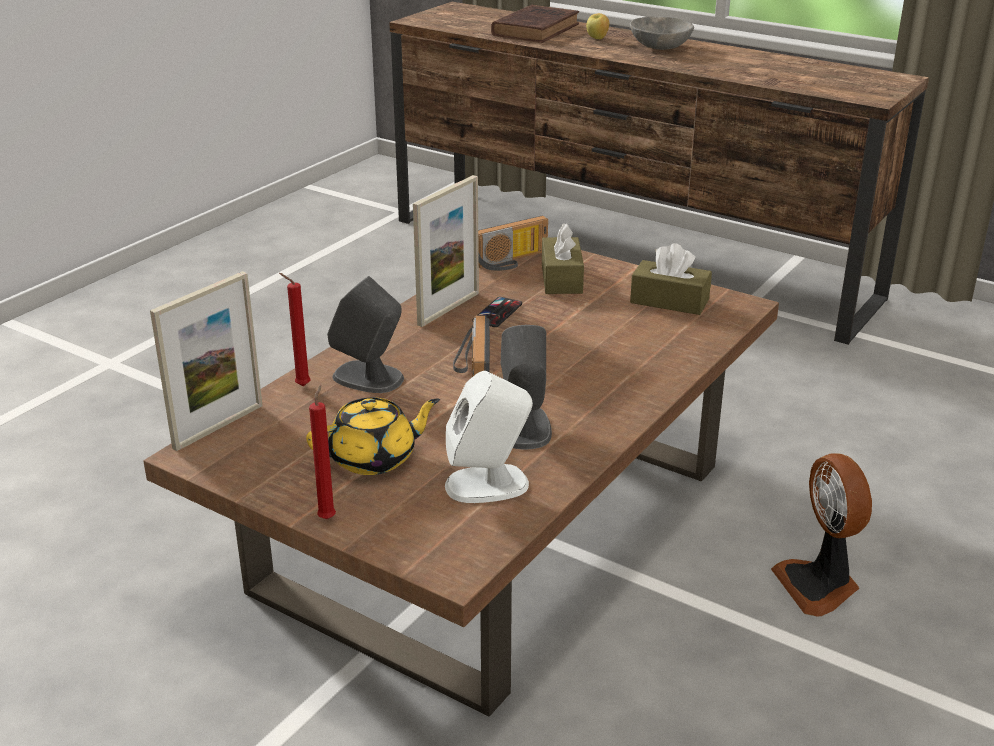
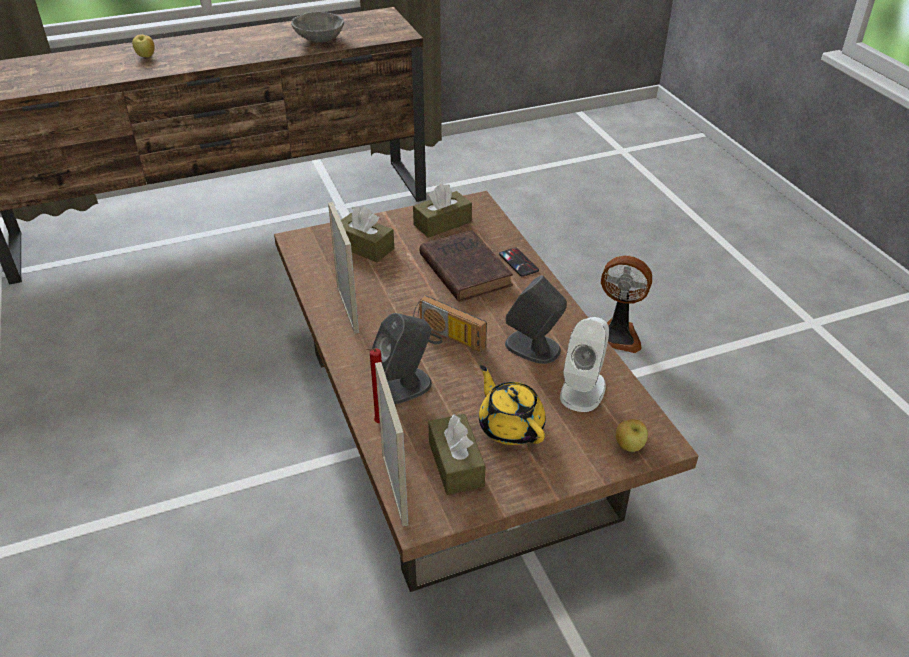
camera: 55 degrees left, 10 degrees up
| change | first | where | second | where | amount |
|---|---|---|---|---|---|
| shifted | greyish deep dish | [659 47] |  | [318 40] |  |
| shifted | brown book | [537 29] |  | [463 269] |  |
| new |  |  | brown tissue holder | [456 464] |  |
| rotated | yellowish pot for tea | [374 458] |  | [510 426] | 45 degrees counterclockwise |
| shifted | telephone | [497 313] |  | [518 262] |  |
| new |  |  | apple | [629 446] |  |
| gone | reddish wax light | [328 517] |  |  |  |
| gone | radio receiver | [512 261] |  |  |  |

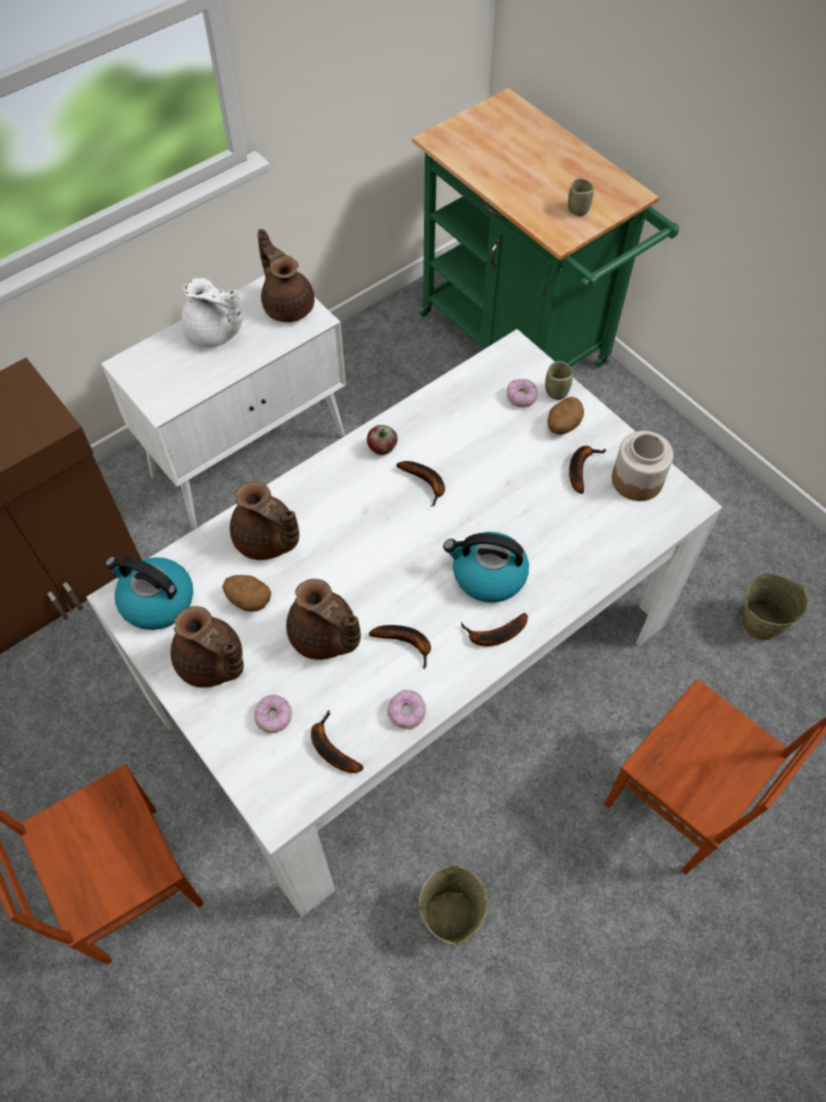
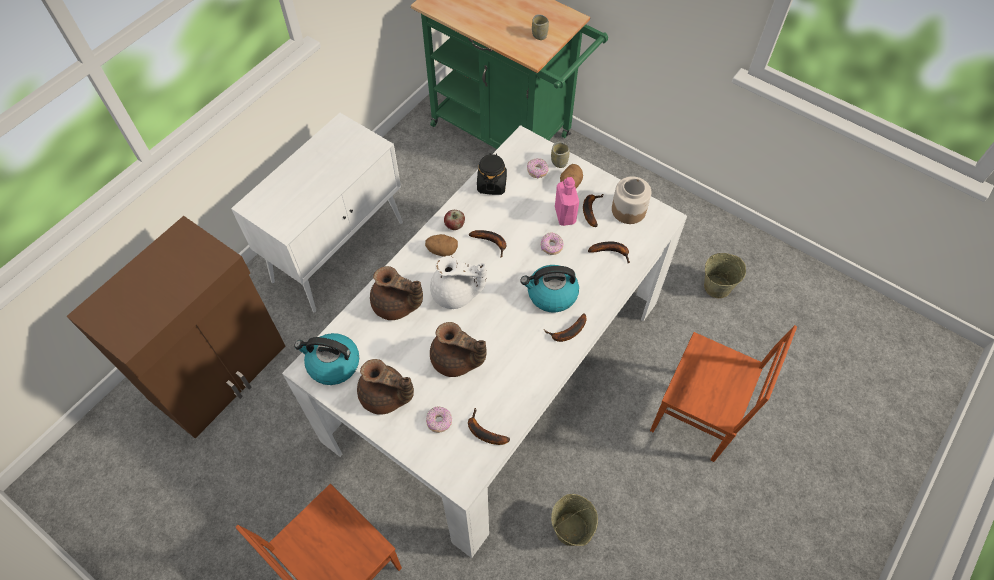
camera: 15 degrees left, 0 degrees up
| change | first | where | second | where | amount |
|---|---|---|---|---|---|
| shifted | potato | [248 599] |  | [442 250] |  |
| shifted | whitish pot for tea | [214 334] |  | [456 294] |  |
| new |  |  | black preserve jar | [491 184] |  |
| shifted | donut | [406 713] |  | [551 247] |  |
| new |  |  | pinkish drink bottle | [565 215] |  |
| shifted | whole banana | [407 643] |  | [611 251] |  |
| gone | brown pot for tea | [288 305] |  |  |  |

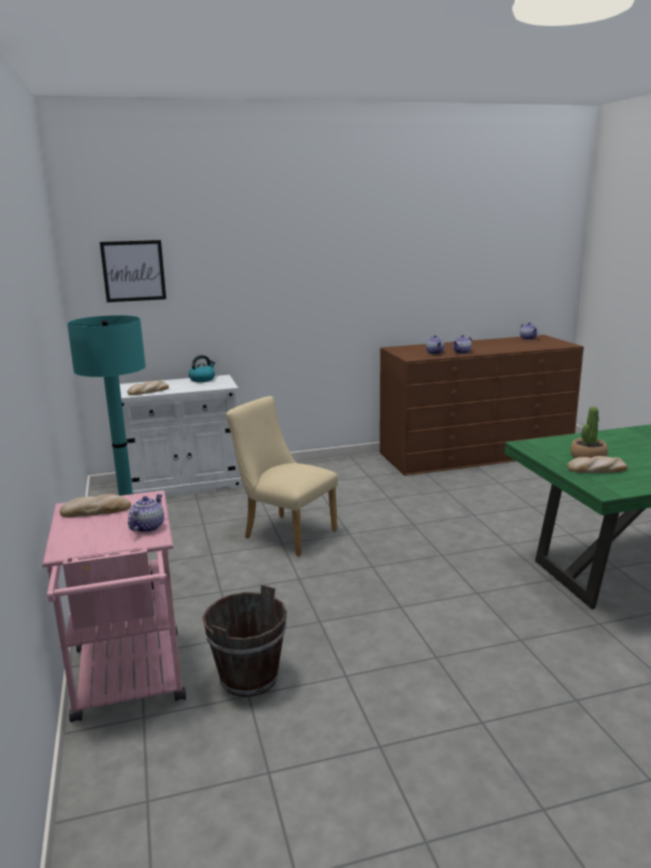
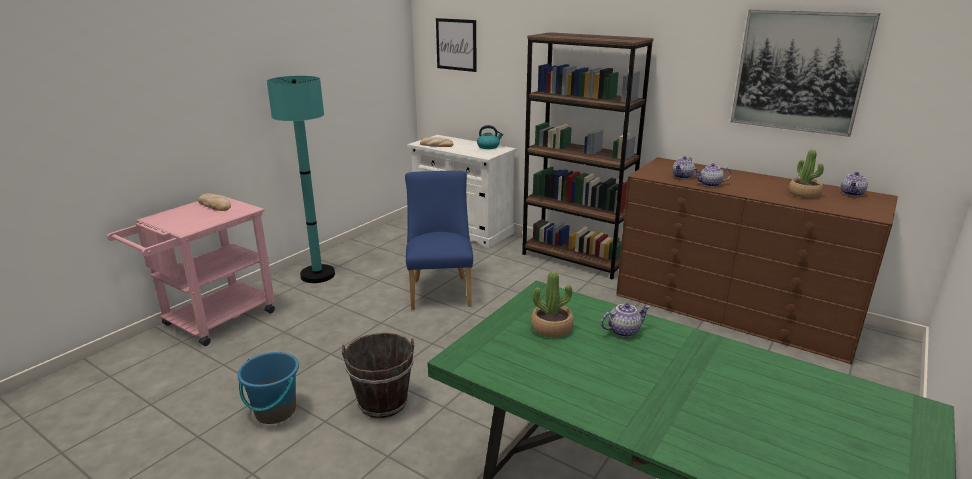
camera: 50 degrees right, 5 degrees up
| change | first | where | second | where | amount |
|---|---|---|---|---|---|
| new |  |  | bluish water bucket | [275 412] |  |
| shifted | brown water bucket | [249 678] |  | [383 402] |  |
| repainted | beige-coloured chair | [284 533] | bluish chair | [440 290] |  |
| new |  |  | brown shelving unit | [575 259] |  |
| shifted | pot for tea | [147 527] |  | [623 331] |  |
| new |  |  | wall art | [799 71] |  |
| new |  |  | houseplant | [804 194] |  |
| gone | bread | [596 469] |  |  |  |

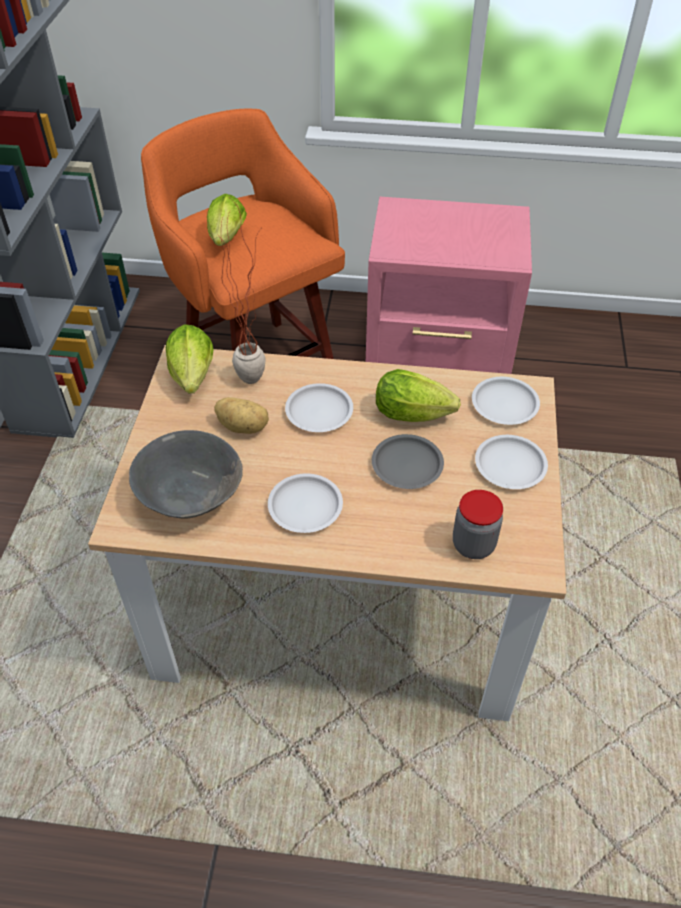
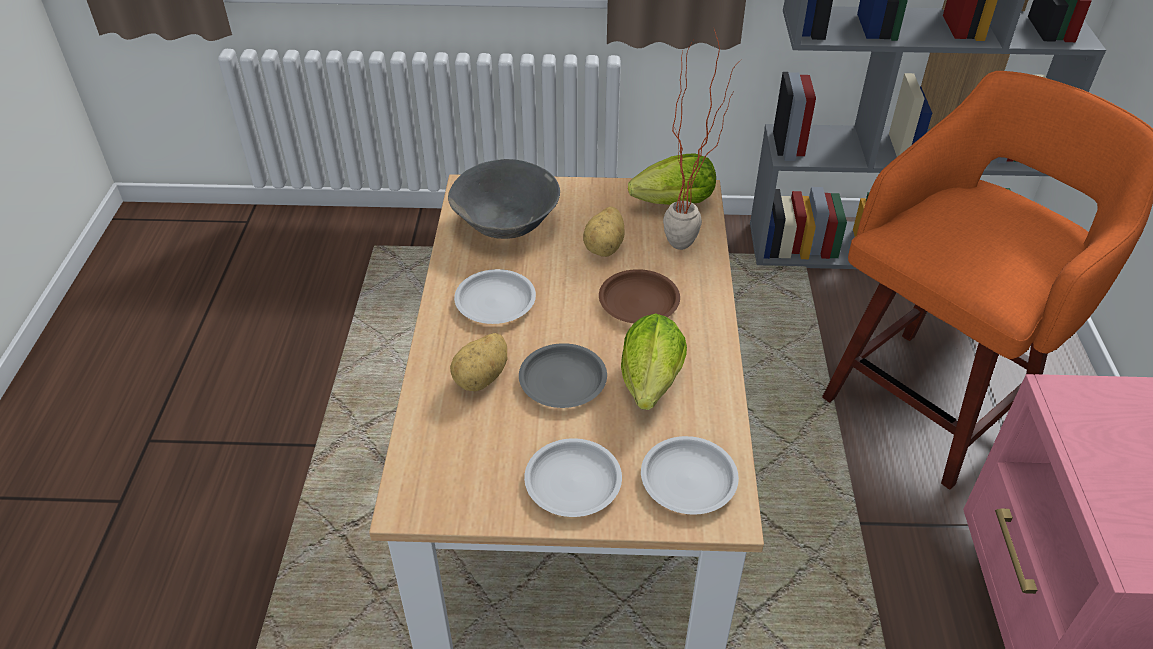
camera: 85 degrees right, 5 degrees down
| change | first | where | second | where | amount |
|---|---|---|---|---|---|
| new |  |  | potato | [482 378] |  |
| repainted | whitish flat dish | [319 411] | brown flat dish | [639 301] |  |
| gone | lettuce | [226 239] |  |  |  |
| gone | preserve jar | [473 545] |  |  |  |

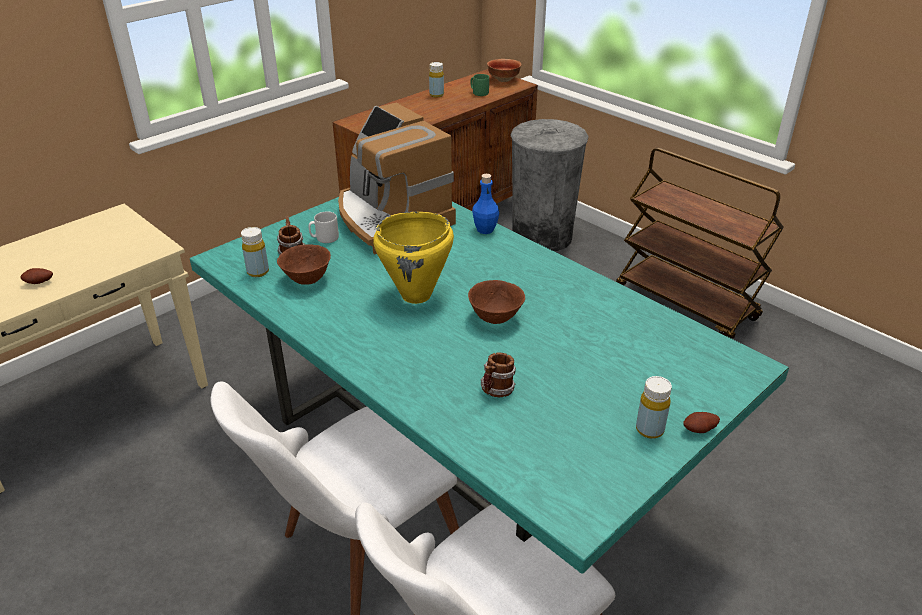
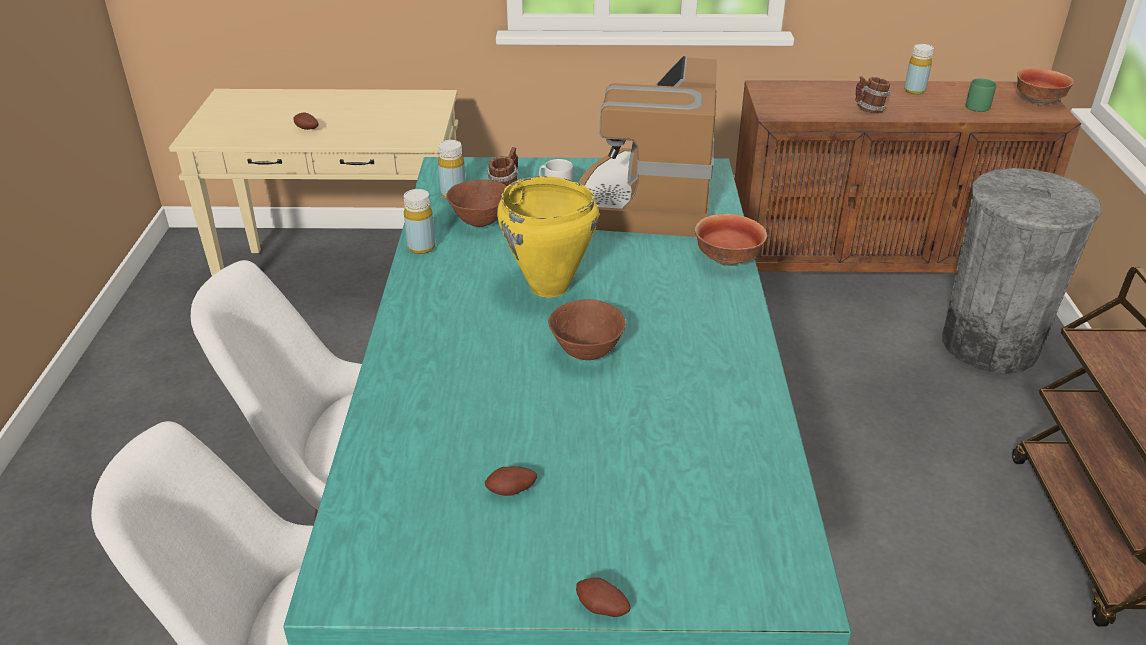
camera: 45 degrees right, 0 degrees up
| change | first | where | second | where | amount |
|---|---|---|---|---|---|
| shifted | yellowish drink bottle | [649 430] |  | [421 247] |  |
| new |  |  | potato | [511 492] |  |
| swapped | bluish drink bottle | [485 230] | deep dish | [728 259] |  |
| shifted | coffee mug | [496 391] |  | [868 110] |  |

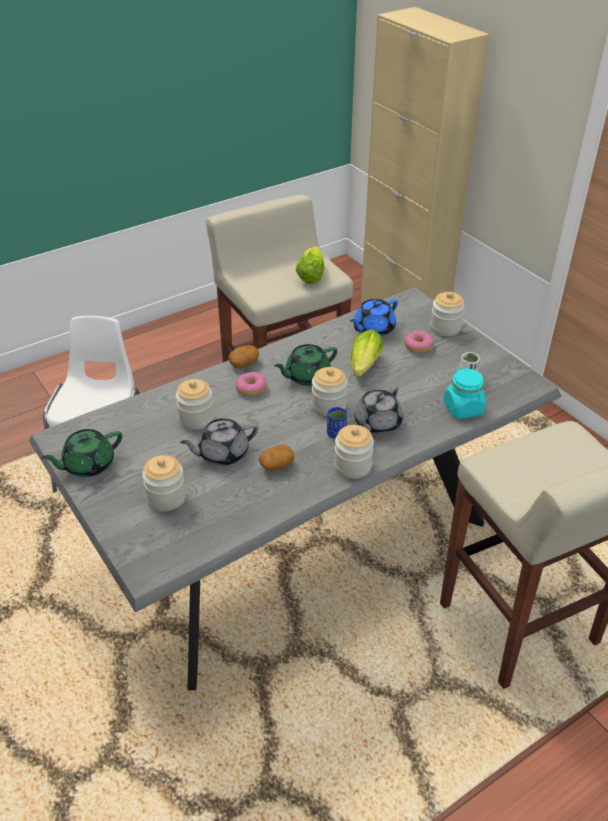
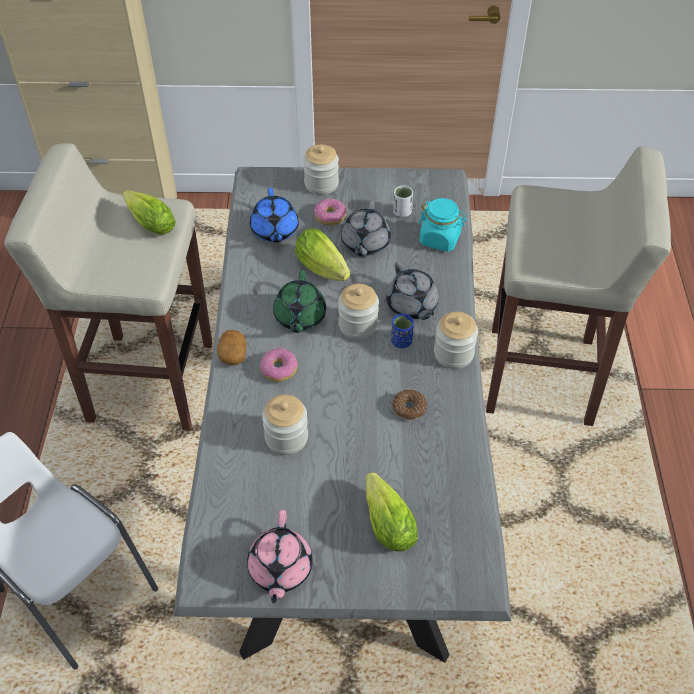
camera: 55 degrees left, 10 degrees up
| change | first | where | second | where | amount |
|---|---|---|---|---|---|
| repainted | green-coloured pot for tea | [88 465] | pinkish pot for tea | [280 569] |  |
| shifted | greyish pot for tea | [222 453] |  | [365 244] |  |
| swapped | preserve jar | [166 498] | lettuce | [386 520] |  |
| swapped | potato | [276 465] | donut | [409 408] |  |

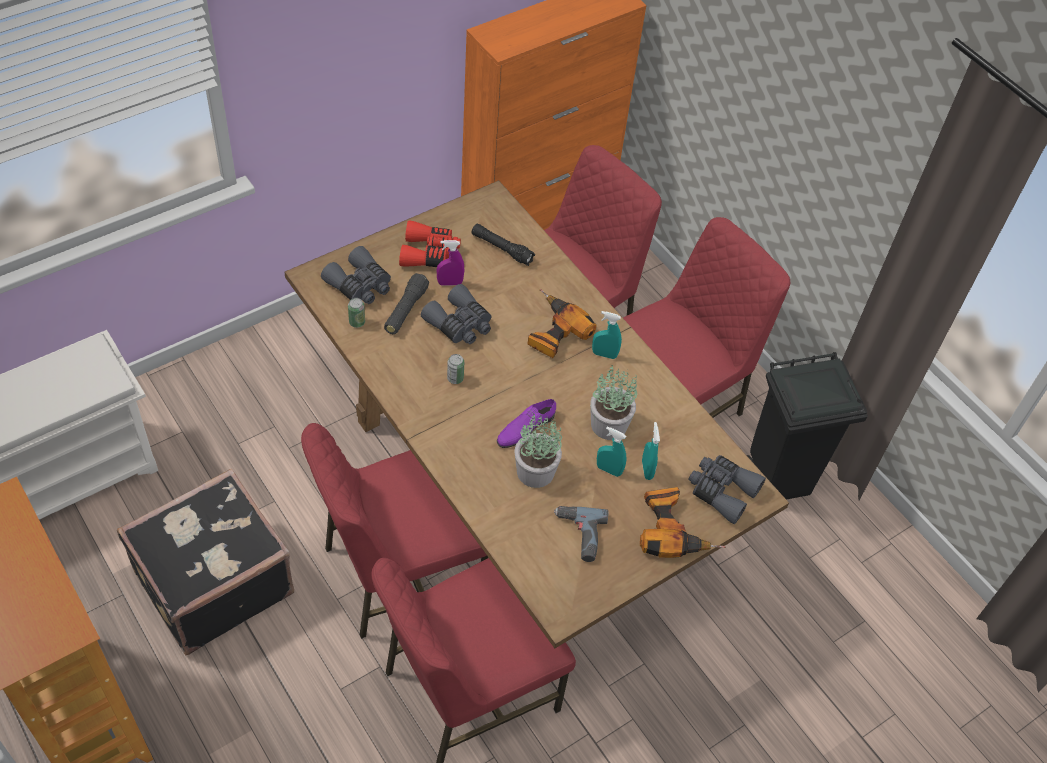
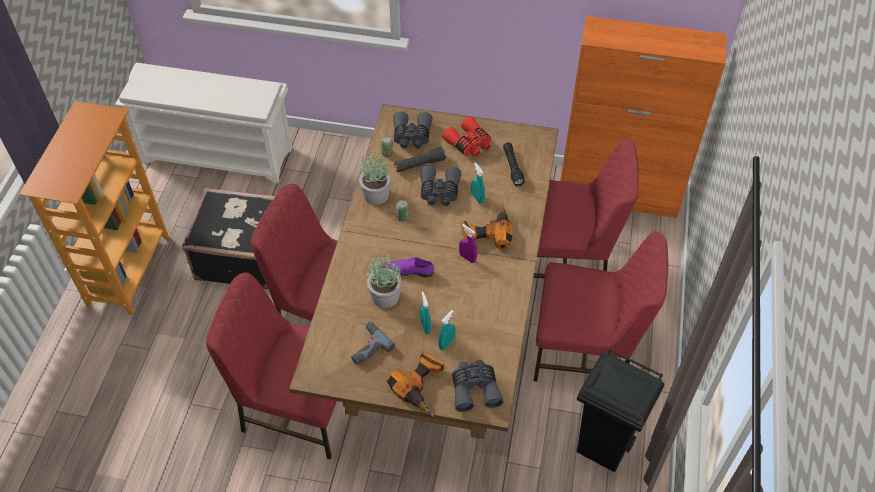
camera: 50 degrees right, 0 degrees up
| change | first | where | second | where | amount |
|---|---|---|---|---|---|
| shifted | houseplant | [609 424] |  | [376 195] |  |
| shifted | purple sprayer | [450 283] |  | [467 258] |  |
| shifted | blue-green sprayer | [604 354] |  | [477 198] |  |

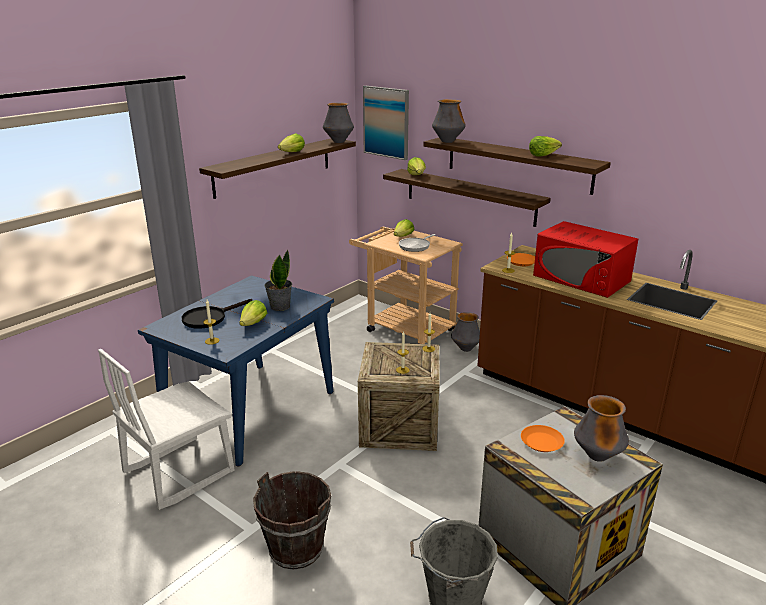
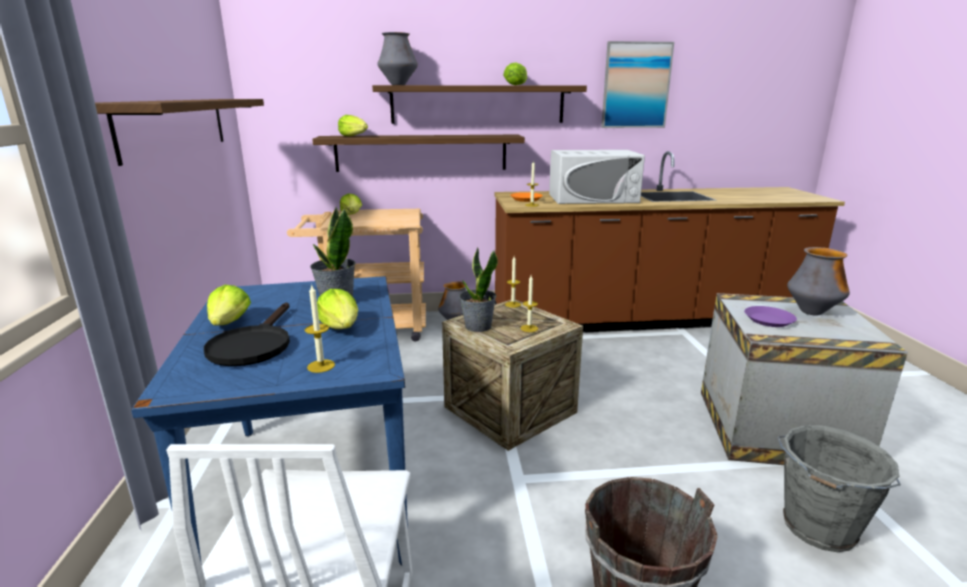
camera: 45 degrees left, 5 degrees down
| change | first | where | second | where | amount |
|---|---|---|---|---|---|
| shifted | lettuce | [292 153] |  | [229 323] |  |
| new |  |  | houseplant | [478 326] |  |
| repainted | reddish microwave | [581 278] | whitish microwave | [593 198] |  |
| shifted | wall art | [386 122] |  | [636 85] |  |
| repainted | orange-coloured flat dish | [542 442] | purple flat dish | [769 320] |  |
| gone | decorative vase | [338 142] |  |  |  |
| gone | pan | [415 246] |  |  |  |

